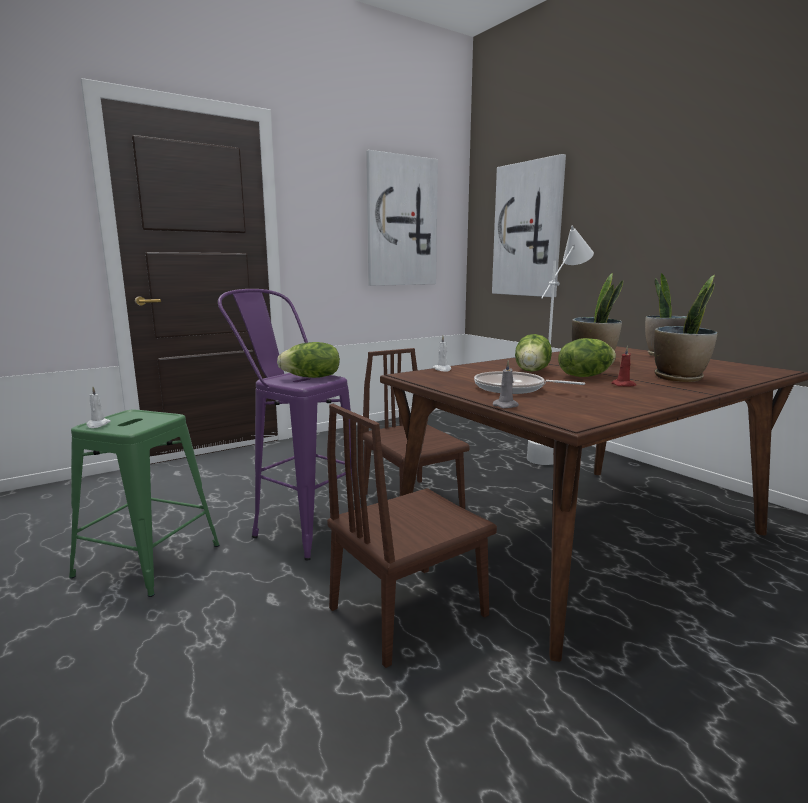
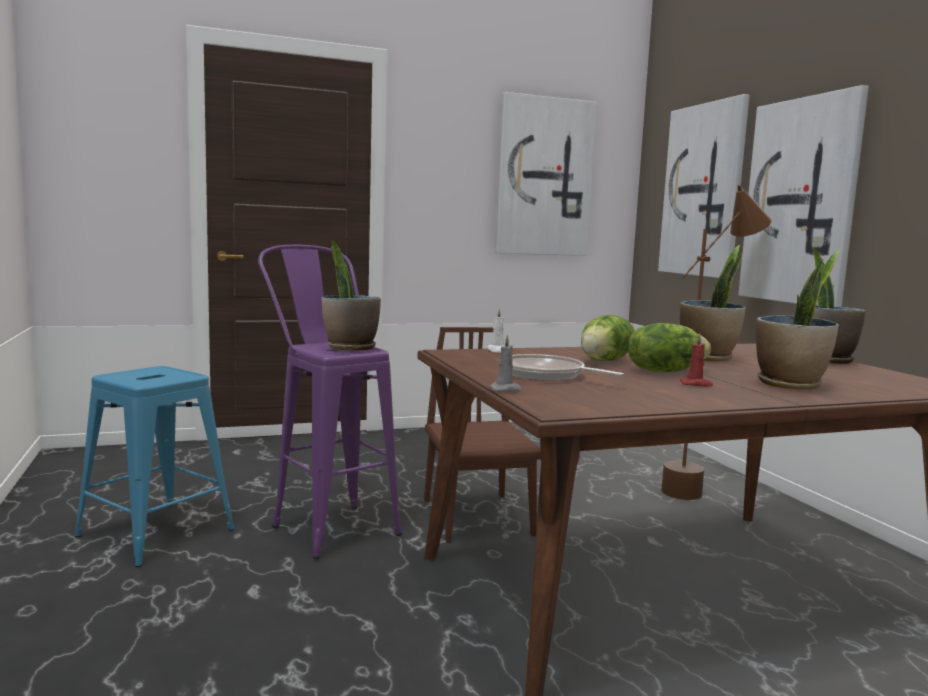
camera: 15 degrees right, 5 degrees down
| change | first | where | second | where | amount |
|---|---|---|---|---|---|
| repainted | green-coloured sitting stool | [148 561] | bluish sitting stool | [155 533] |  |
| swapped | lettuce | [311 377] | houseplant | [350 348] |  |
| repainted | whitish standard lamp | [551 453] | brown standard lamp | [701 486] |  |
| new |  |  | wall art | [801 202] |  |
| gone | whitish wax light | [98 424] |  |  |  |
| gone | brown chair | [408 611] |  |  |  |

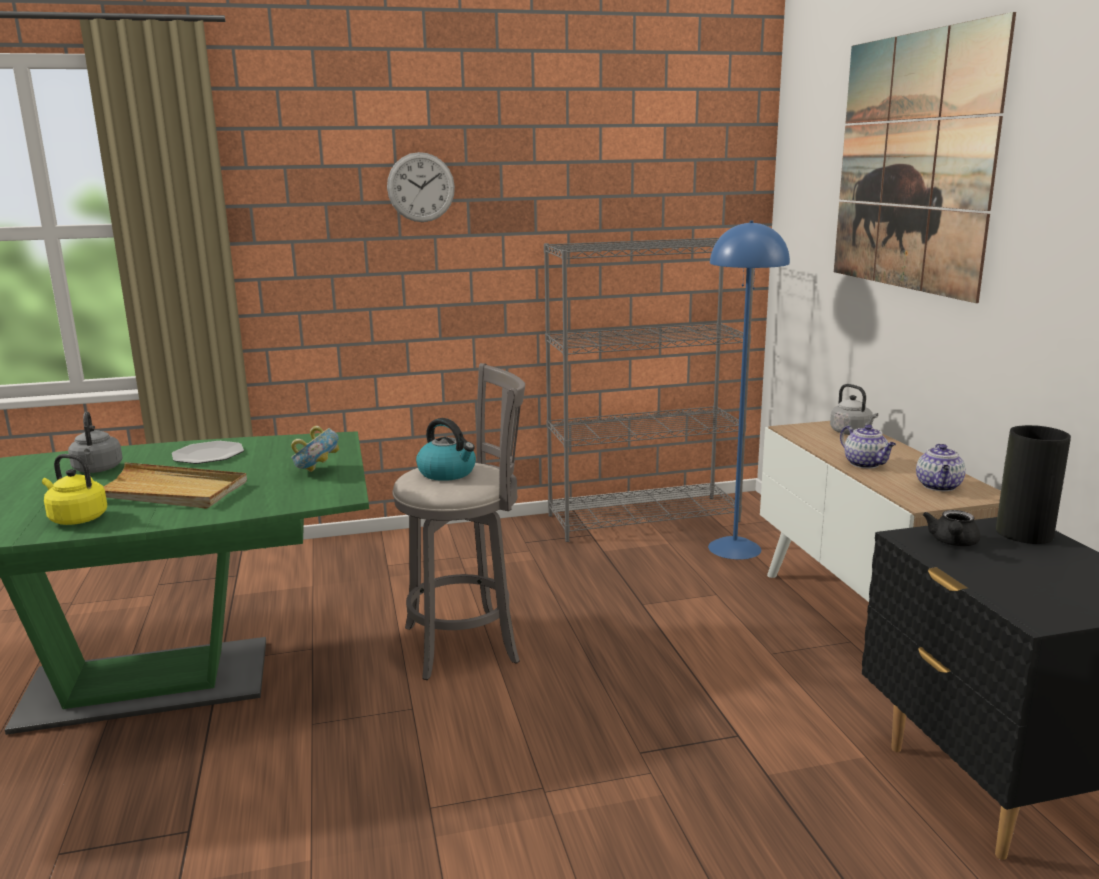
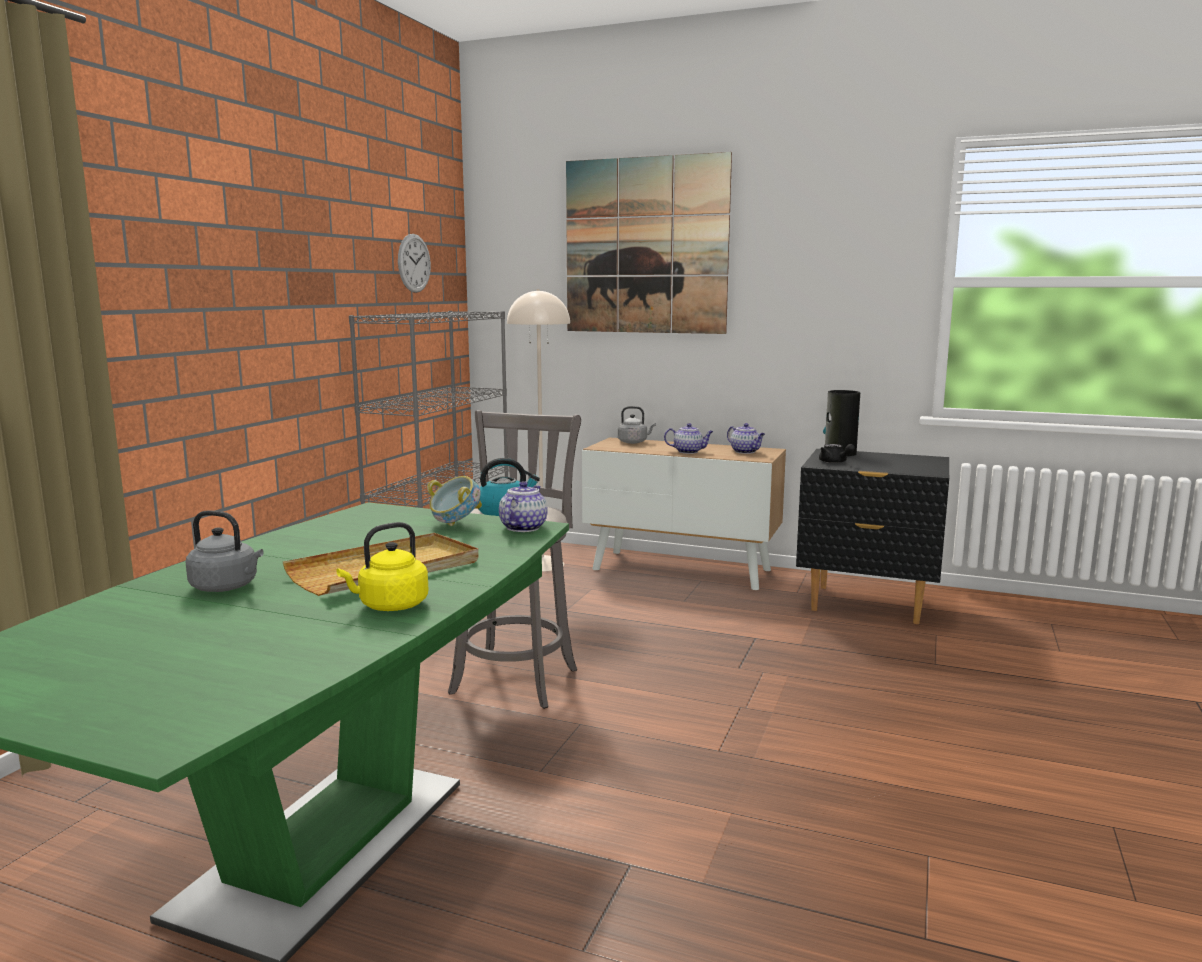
camera: 55 degrees left, 5 degrees down
| change | first | where | second | where | amount |
|---|---|---|---|---|---|
| shifted | hanging clock | [421 187] |  | [414 263] |  |
| new |  |  | pot for tea | [523 527] |  |
| repainted | bluish standard lamp | [735 548] | beige-coloured standard lamp | [542 564] |  |
| gone | flat dish | [208 455] |  |  |  |

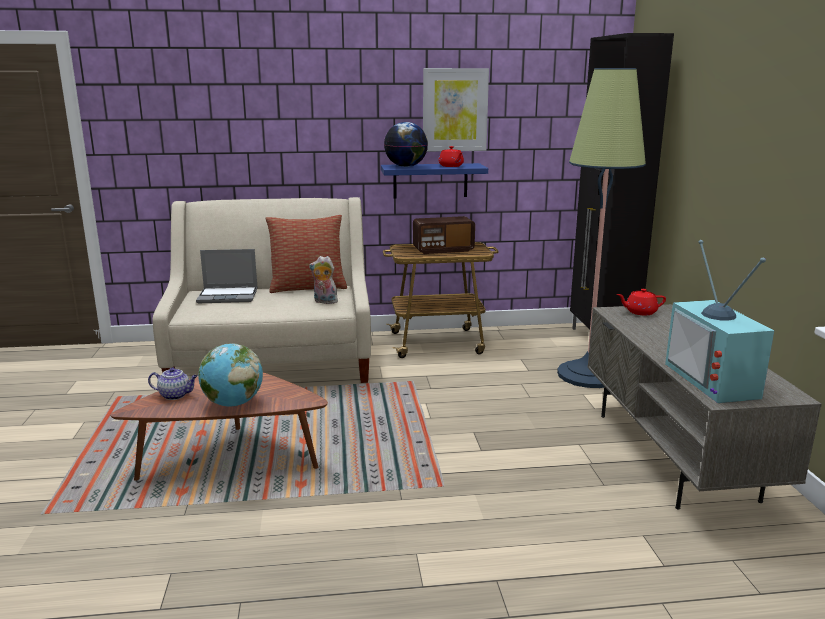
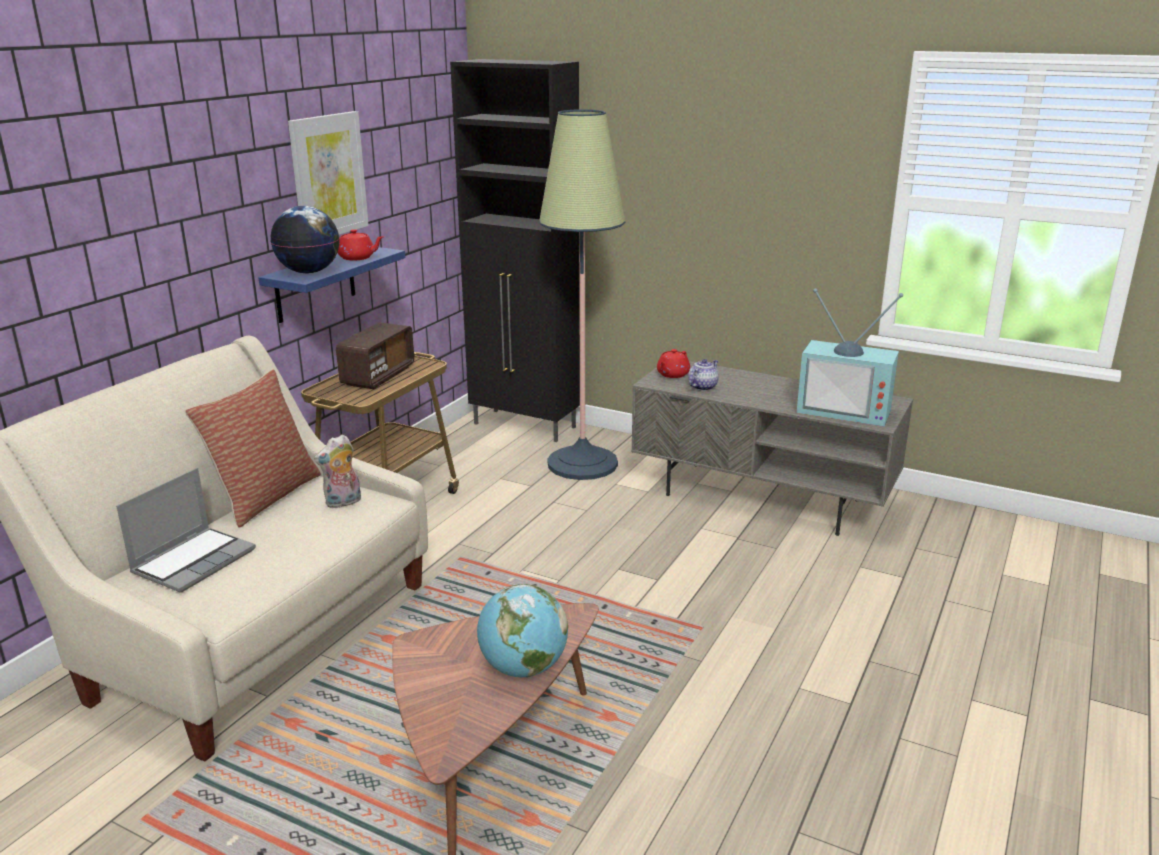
camera: 55 degrees left, 5 degrees up
| change | first | where | second | where | amount |
|---|---|---|---|---|---|
| shifted | pot for tea | [175 395] |  | [702 386] |  |

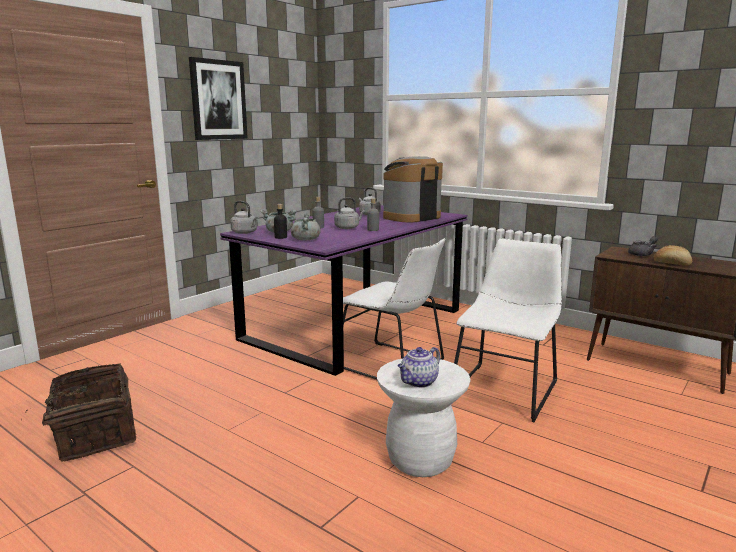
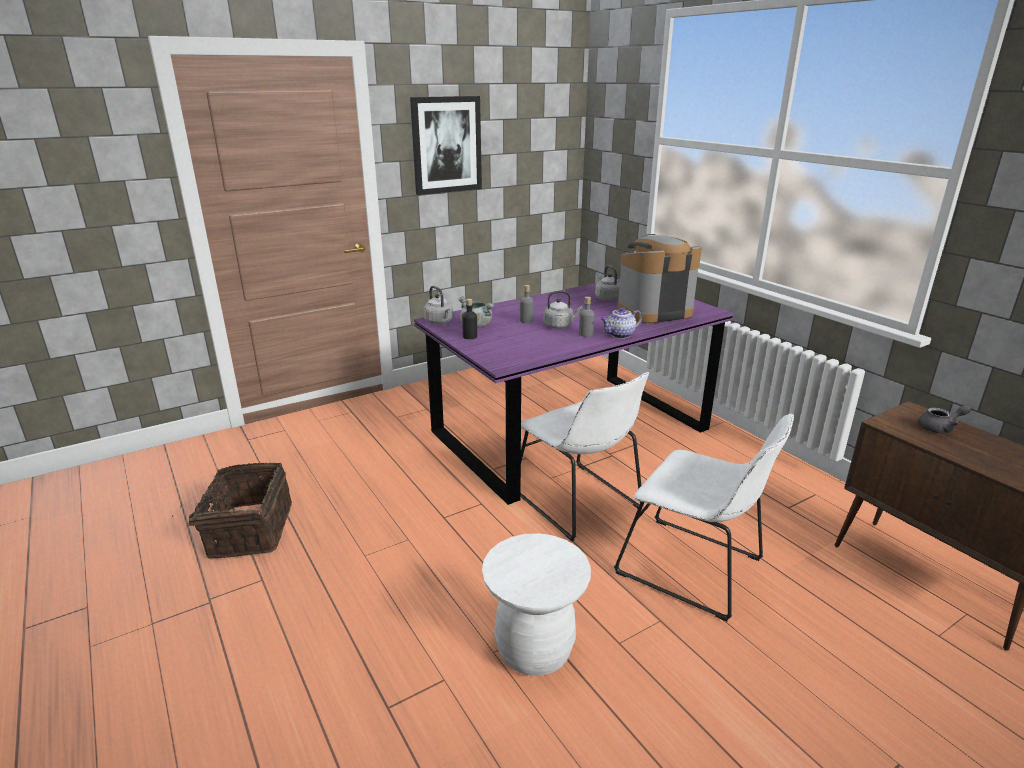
camera: 20 degrees right, 10 degrees up
| change | first | where | second | where | amount |
|---|---|---|---|---|---|
| shifted | pot for tea | [418 382] |  | [619 335] |  |
| rotated | whitish chair | [505 389] |  | [695 569] | 75 degrees clockwise |
| gone | greyish cooking pot | [305 239] |  |  |  |
| gone | bread | [671 263] |  |  |  |

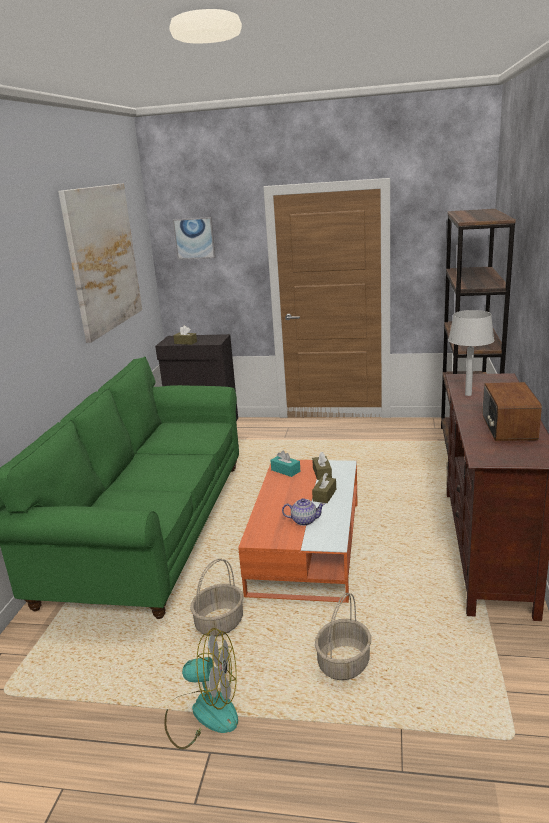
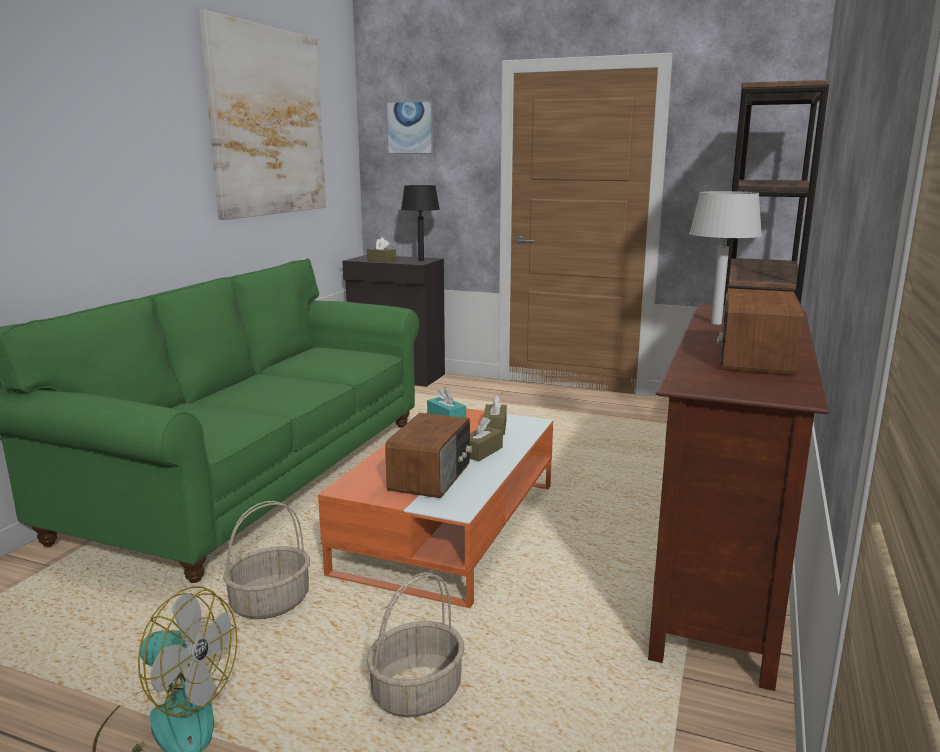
camera: 10 degrees right, 5 degrees down
| change | first | where | second | where | amount |
|---|---|---|---|---|---|
| swapped | pot for tea | [304 520] | radio receiver | [432 477] |  |
| new |  |  | black table lamp | [421 260] |  |

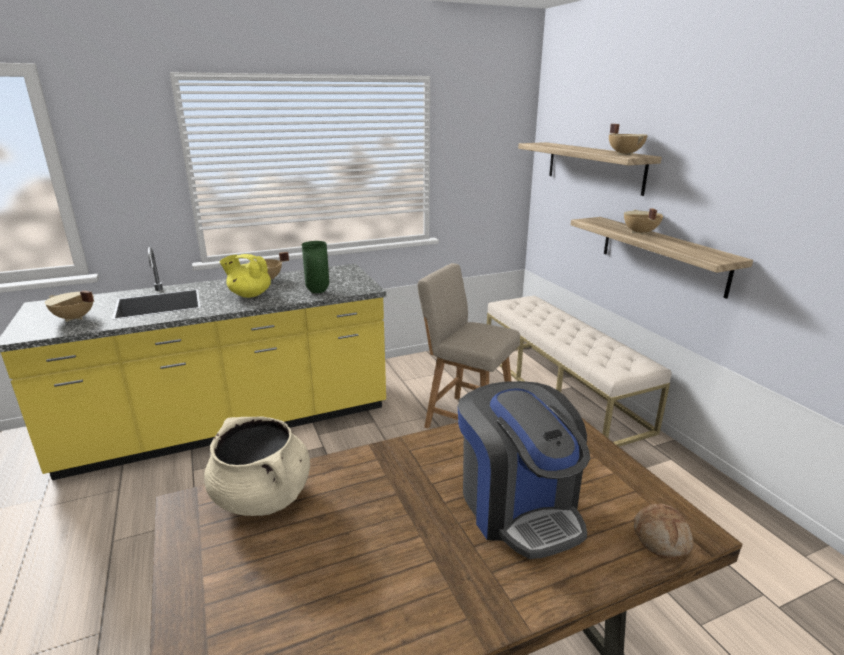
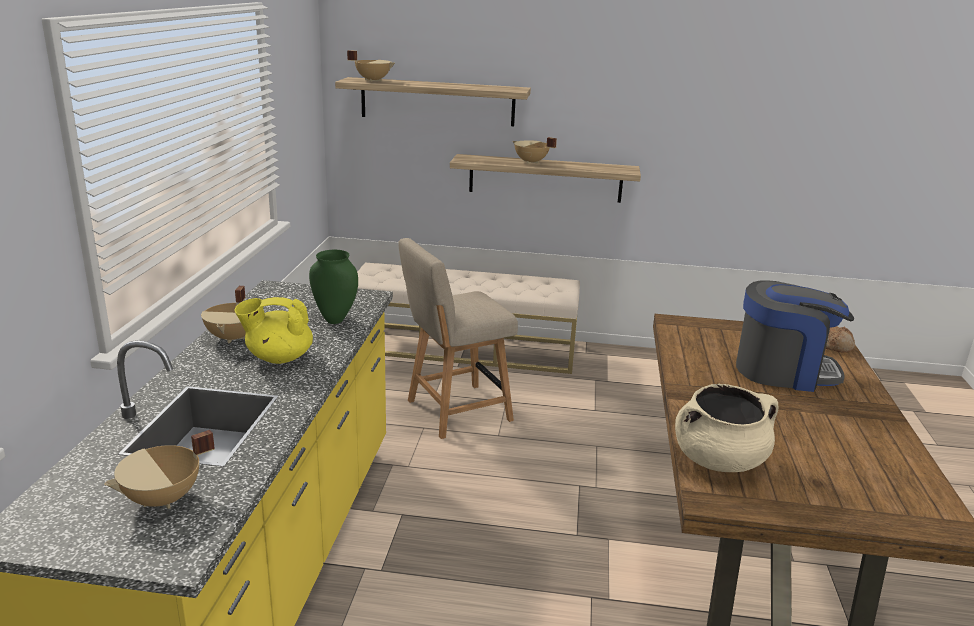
camera: 60 degrees left, 0 degrees up
| change | first | where | second | where | amount |
|---|---|---|---|---|---|
| rotated | yellowish pot for tea | [249 294] |  | [278 358] | 45 degrees clockwise |
| shifted | beige-coloured cooking pot | [625 154] |  | [373 80] |  |

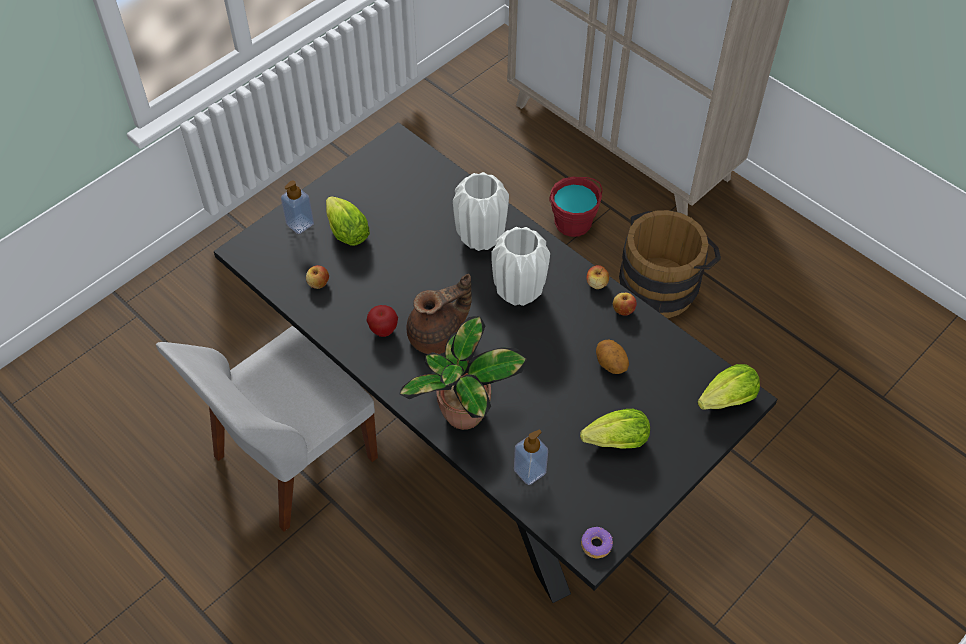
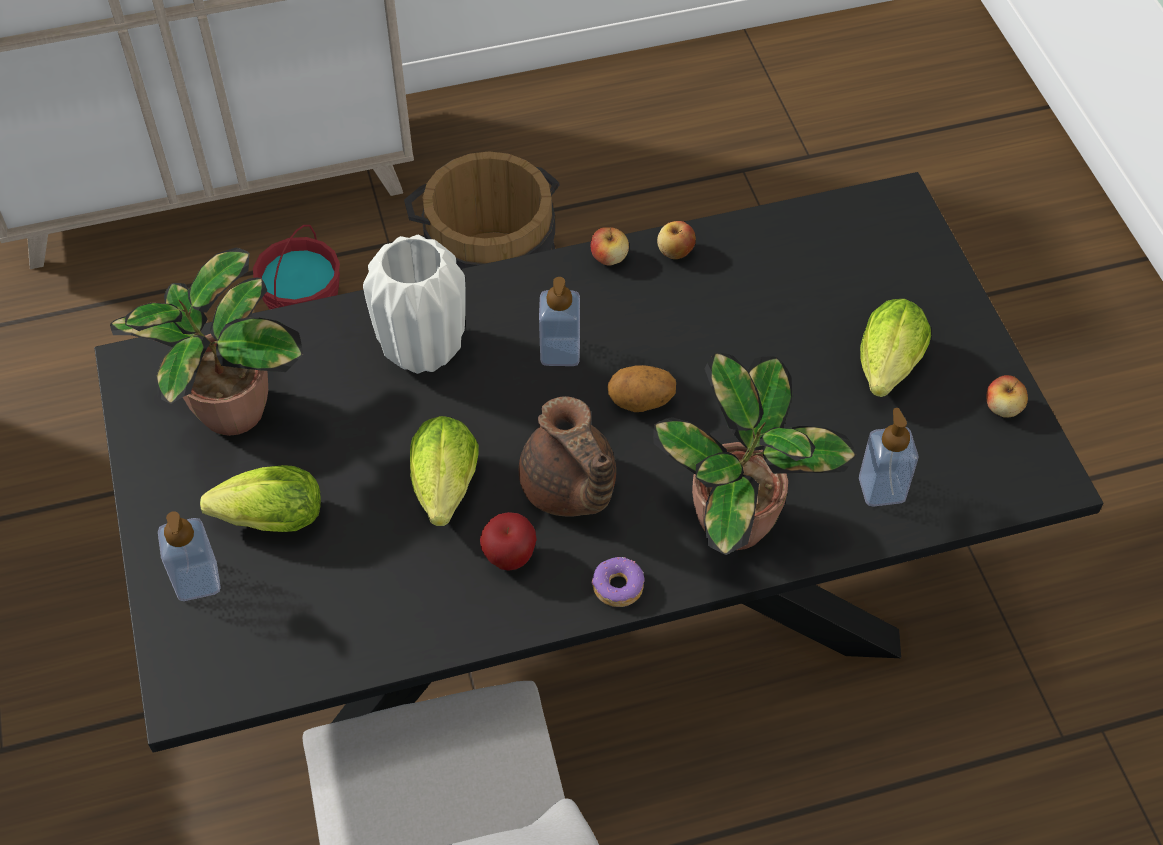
camera: 60 degrees left, 0 degrees up
| change | first | where | second | where | amount |
|---|---|---|---|---|---|
| new |  |  | houseplant | [229 413] |  |
| shifted | lettuce | [723 401] |  | [445 492] |  |
| rotated | brown pot for tea | [438 335] |  | [569 489] | 150 degrees clockwise |
| swapped | whitish decorative vase | [519 292] | soap dispenser | [560 352] |  |
| shifted | donut | [596 545] |  | [617 587] |  |
| shifted | potato | [610 365] |  | [640 403] |  |
| shifted | apple | [318 283] |  | [1002 408] |  |

